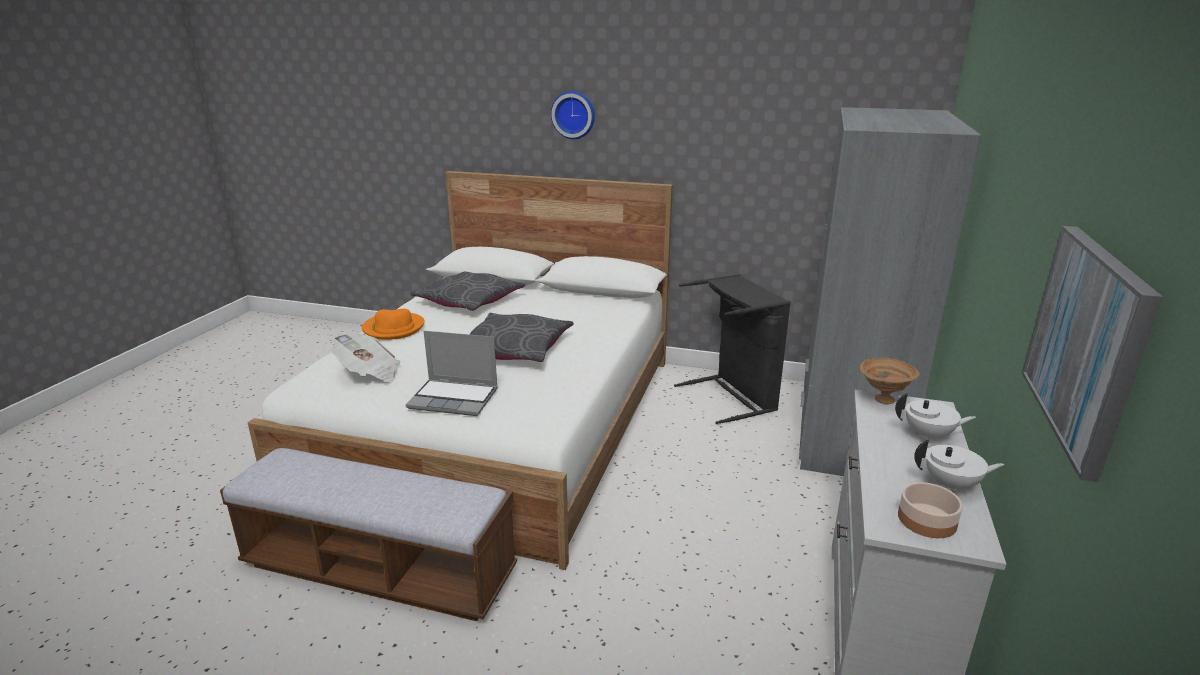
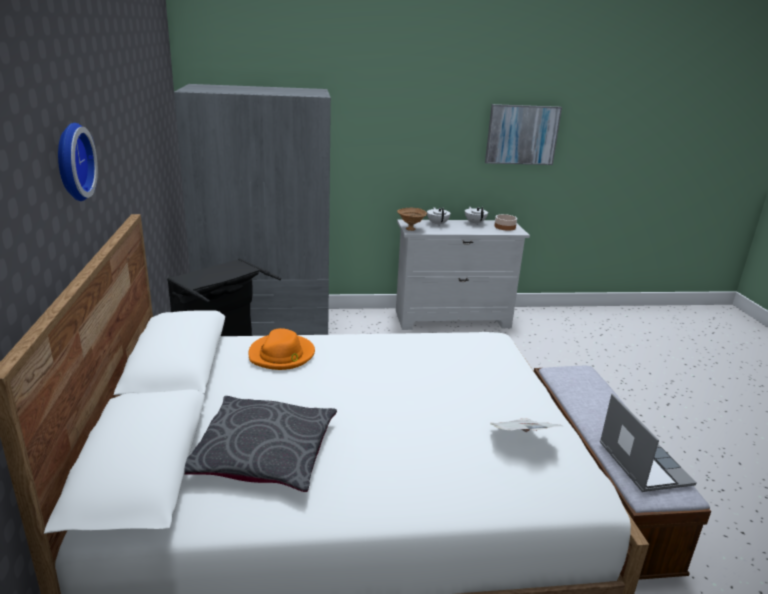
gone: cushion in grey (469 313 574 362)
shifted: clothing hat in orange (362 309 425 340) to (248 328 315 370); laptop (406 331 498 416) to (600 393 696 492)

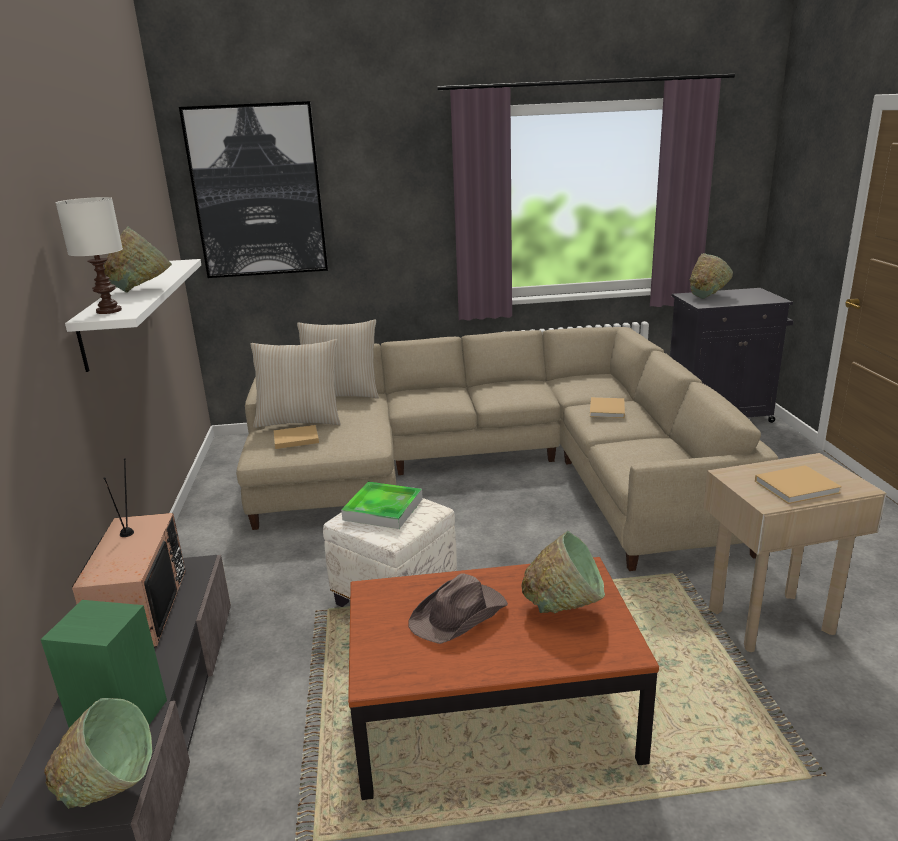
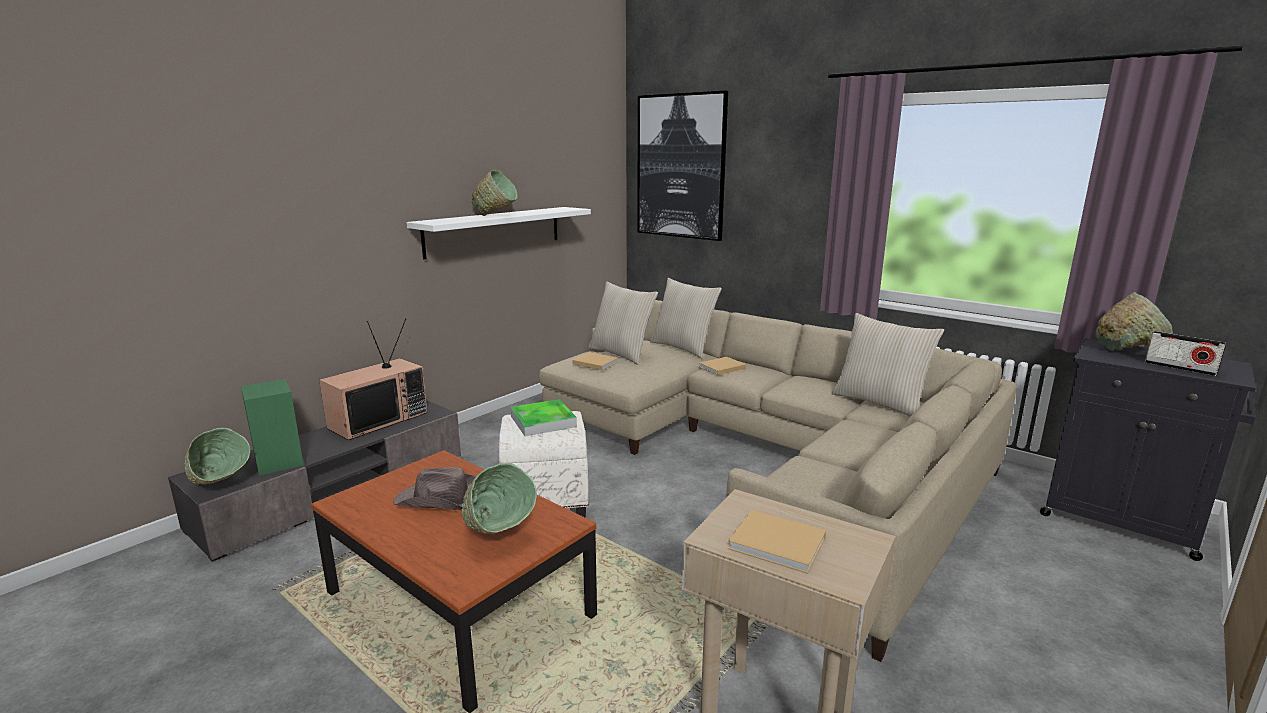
gone: lamp for a table in white-coloured (56 197 123 314)
new: cushion in beige-coloured (832 313 944 416); radio receiver (1145 331 1226 376)
shifted: volume in beige-coloured (590 397 625 418) to (699 357 746 375)

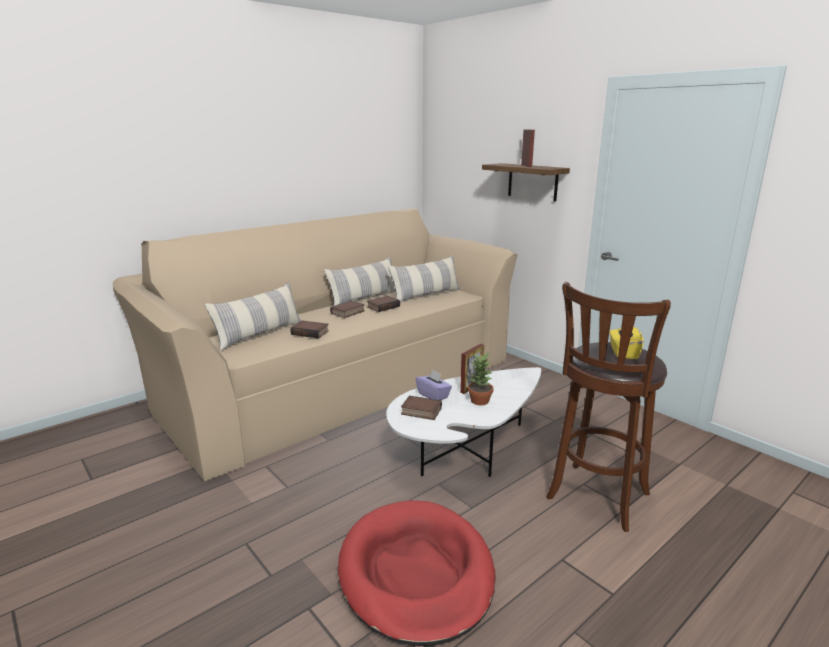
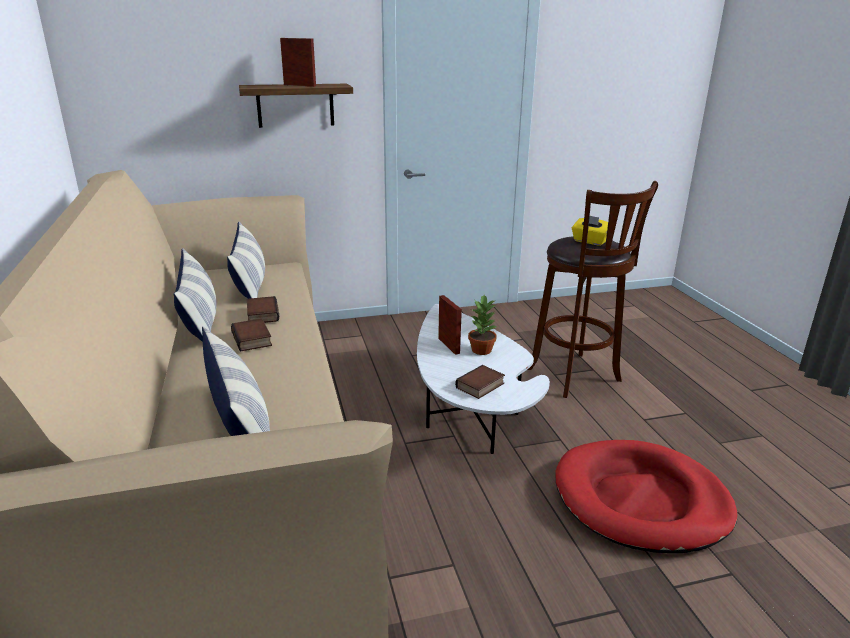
gone: volume (290 320 329 338); tissue holder in purple-coloured (416 370 452 400)

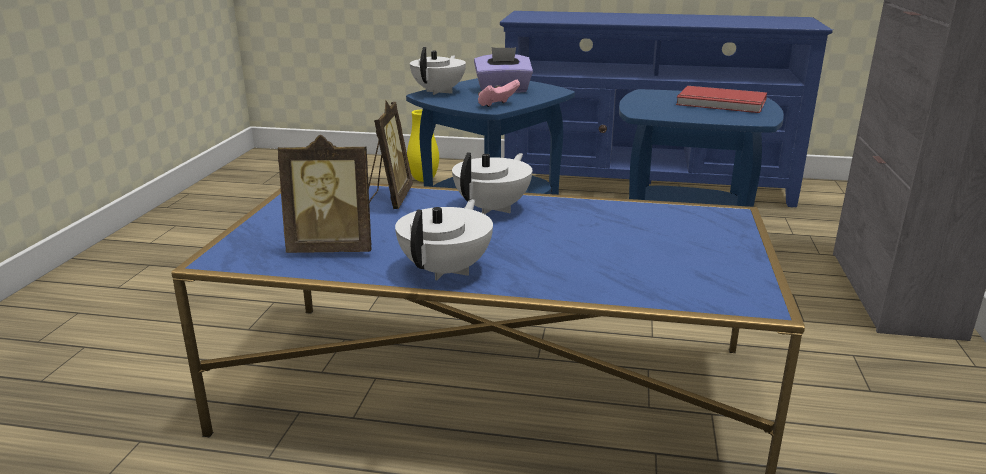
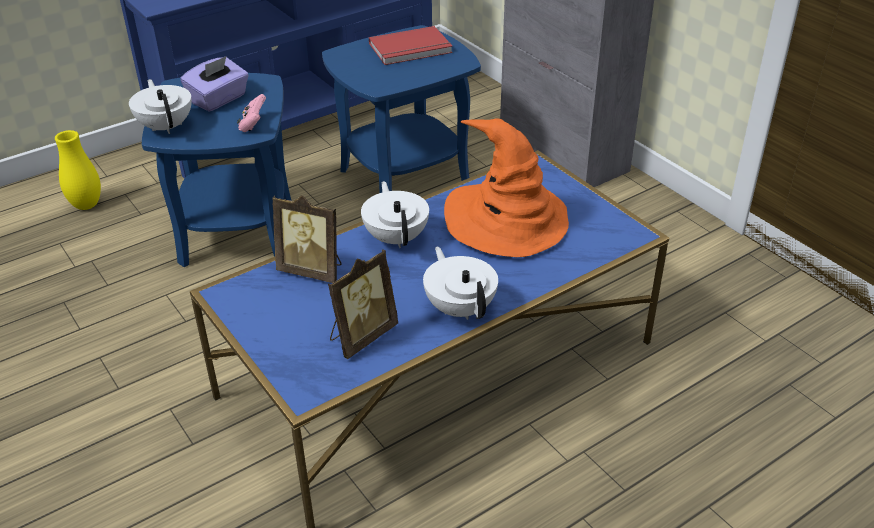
new: clothing hat in orange (444 118 569 257)
rotated: picture frame (369 100 413 209) = (273 195 342 283) 150 degrees clockwise

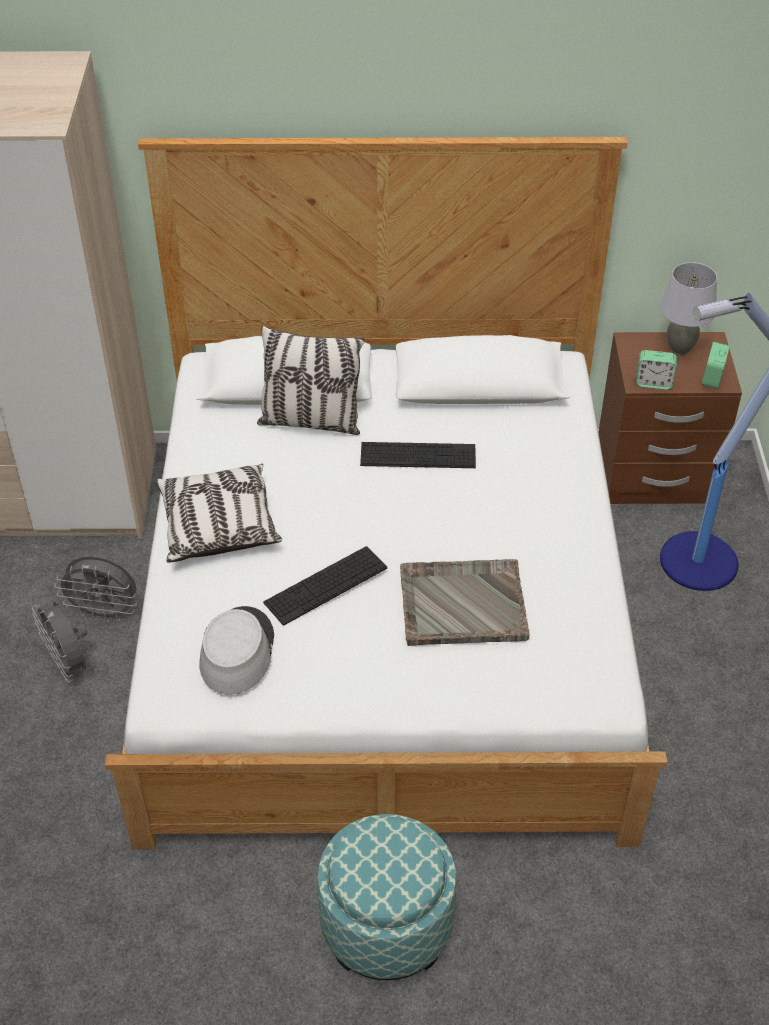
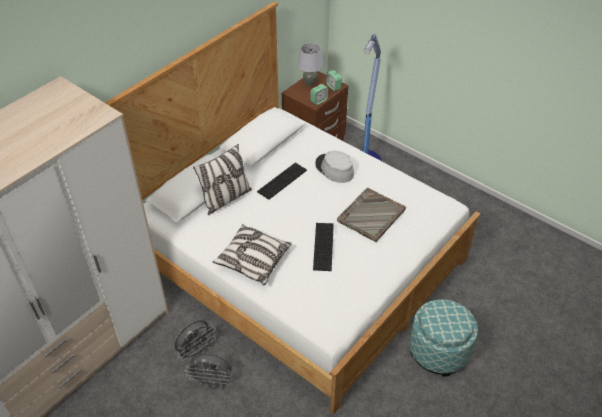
shifted: clothing hat in grey (200 606 274 695) to (315 151 354 183)

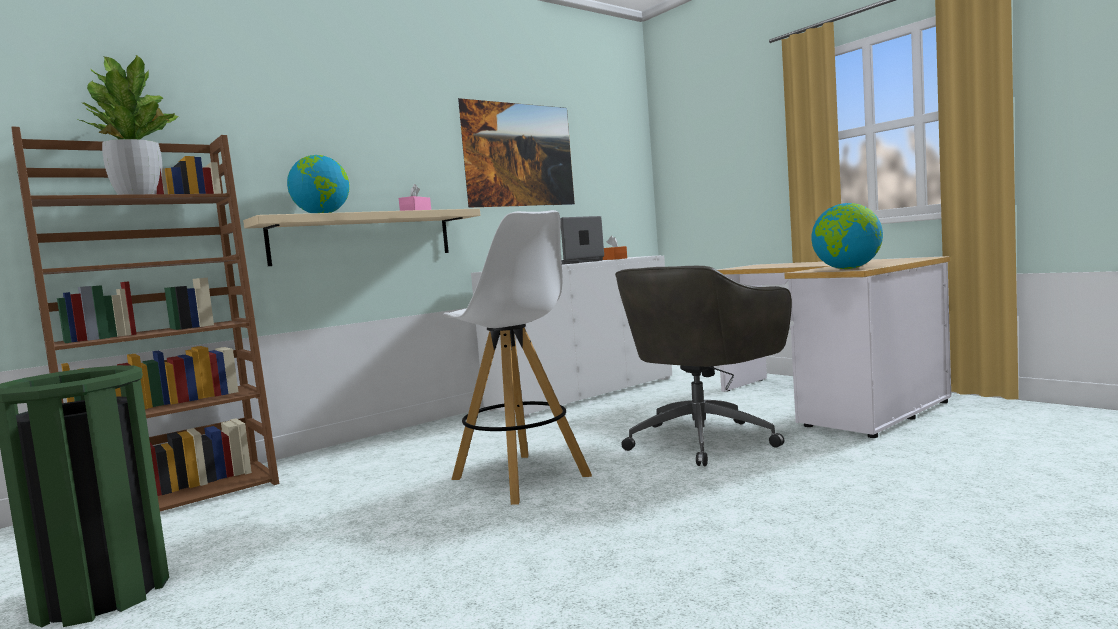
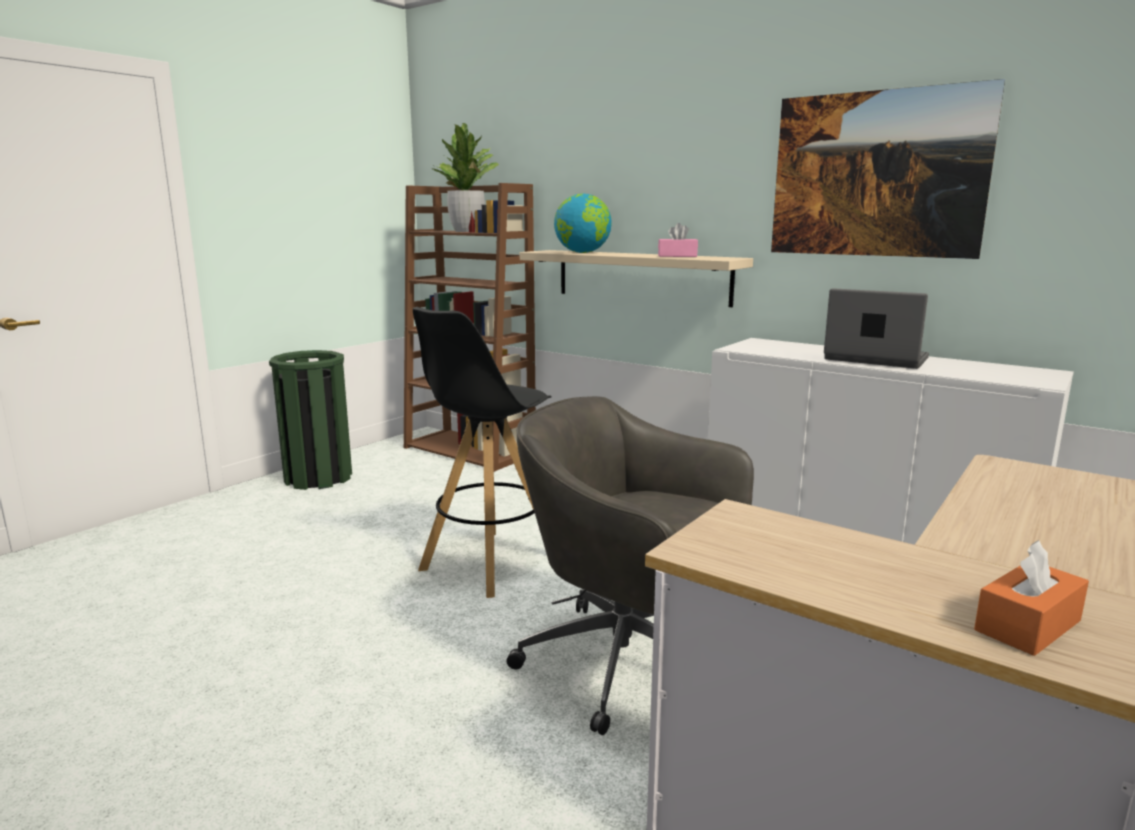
gone: desk globe (811 203 883 269)
shifted: tissue holder in orange (603 236 627 260) to (974 540 1089 656)
repainted: stool in white-coloured (443 210 592 505) to stool in black (413 307 552 598)

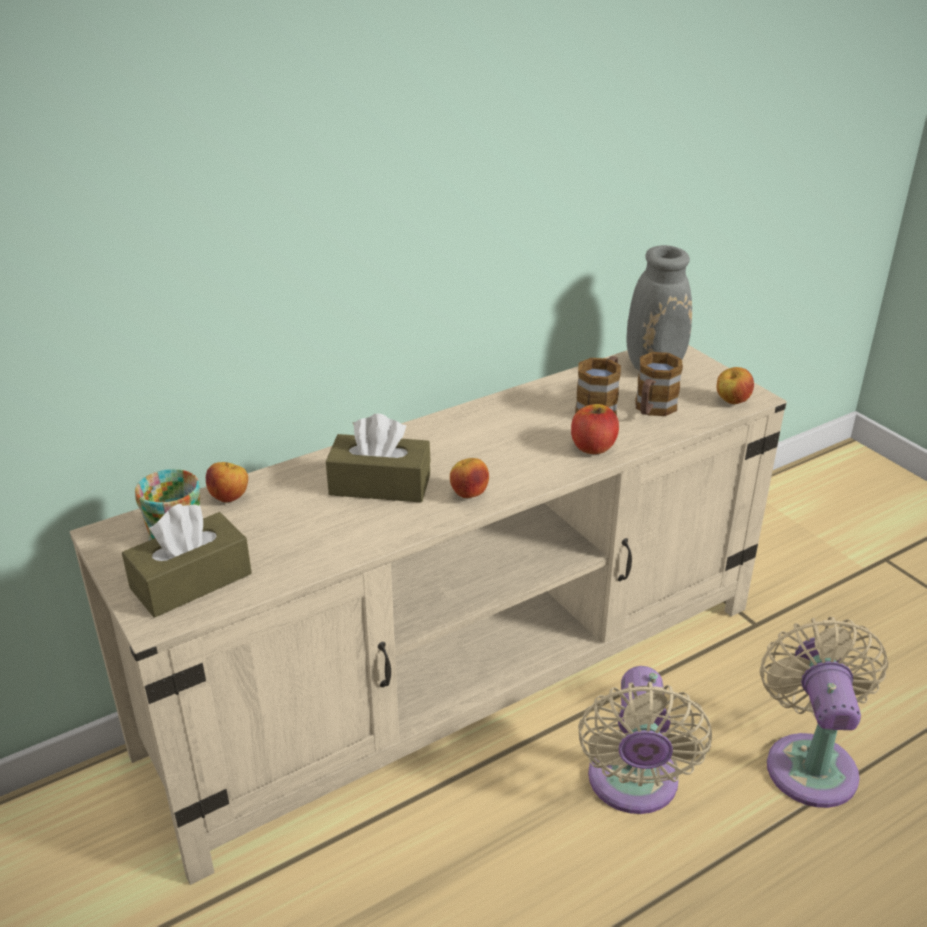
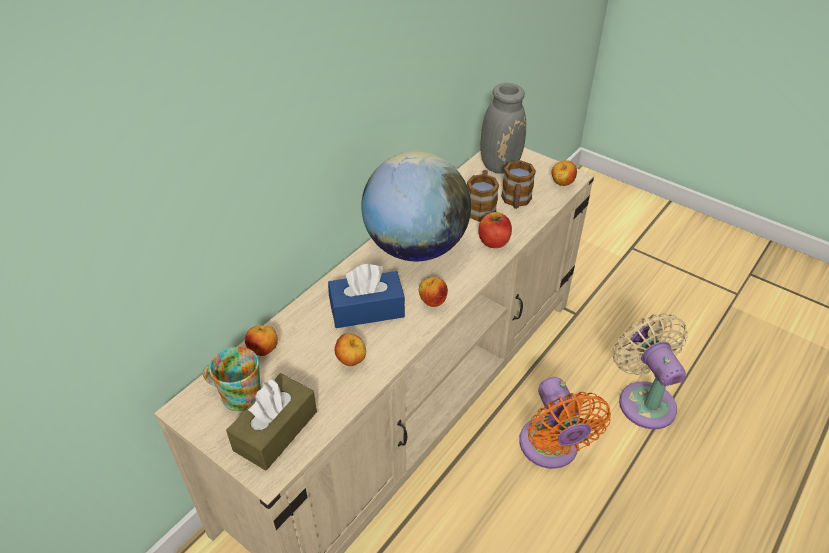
new: desk globe (361 151 471 261); whole apple (335 333 366 366)
repainted: tissue holder in brown-coloured (326 414 431 502) to tissue holder in blue (328 264 405 328); fan in beige-coloured (578 666 712 814) to fan in orange (519 377 611 469)

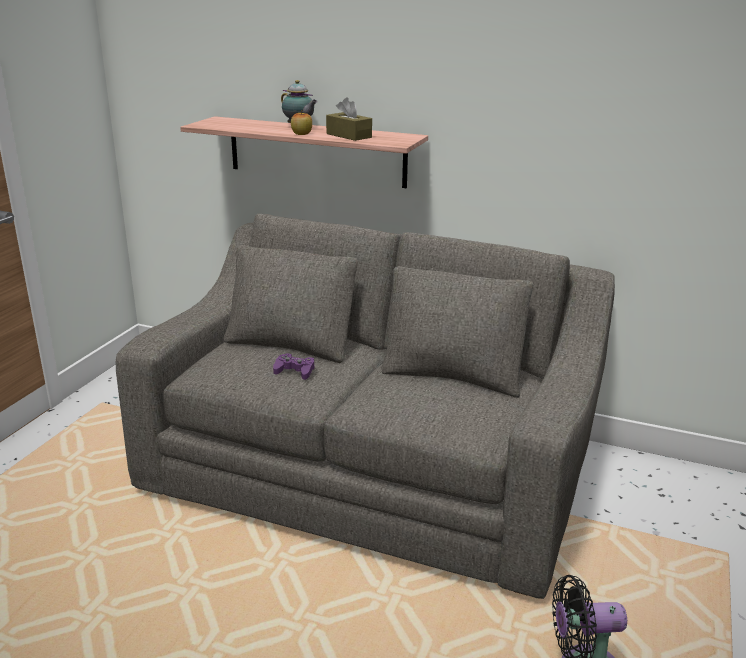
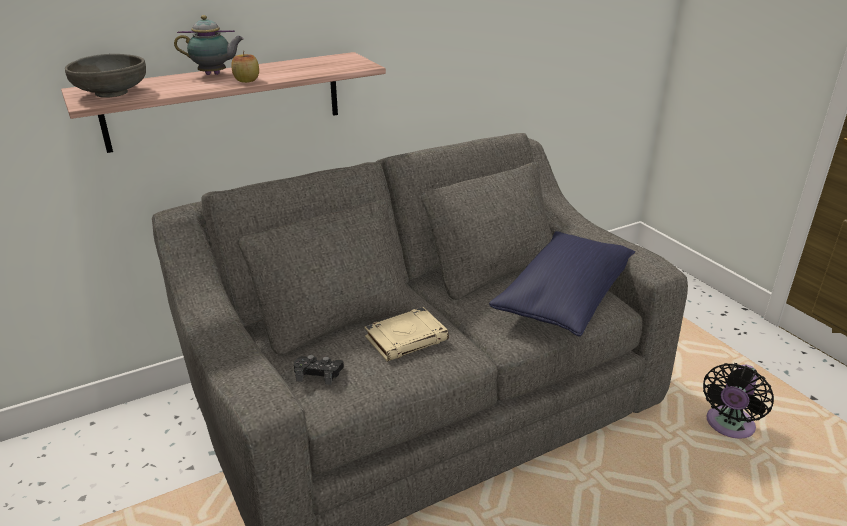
gone: tissue holder in brown-coloured (326 97 372 141)
new: deep dish in grey (65 54 146 98); cushion in blue (489 231 635 337); gamepad in black (294 355 344 385)
swapped: gamepad in purple-coloured (273 353 314 380) to volume in beige-coloured (364 307 449 362)

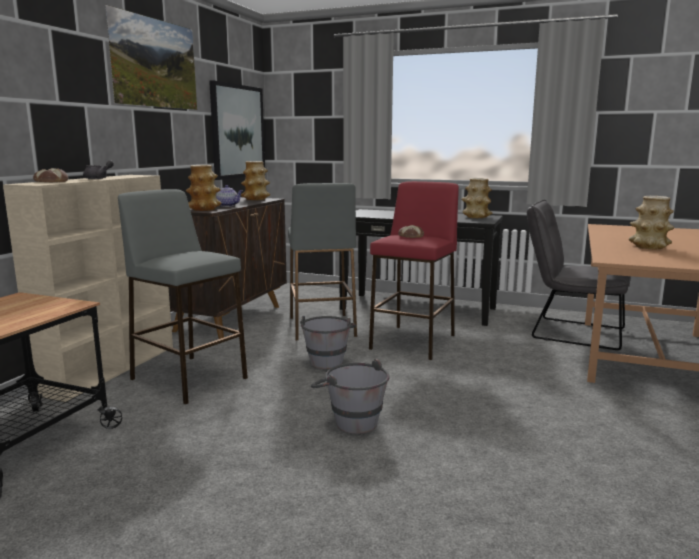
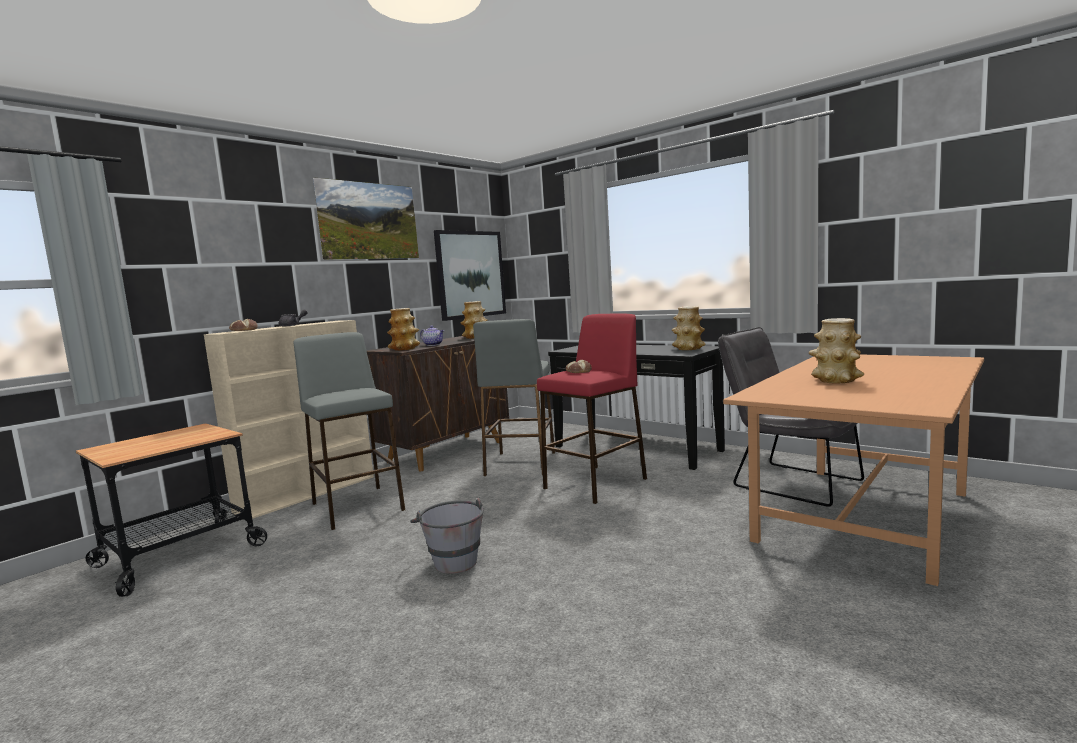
gone: water bucket in grey (300 316 356 369)

